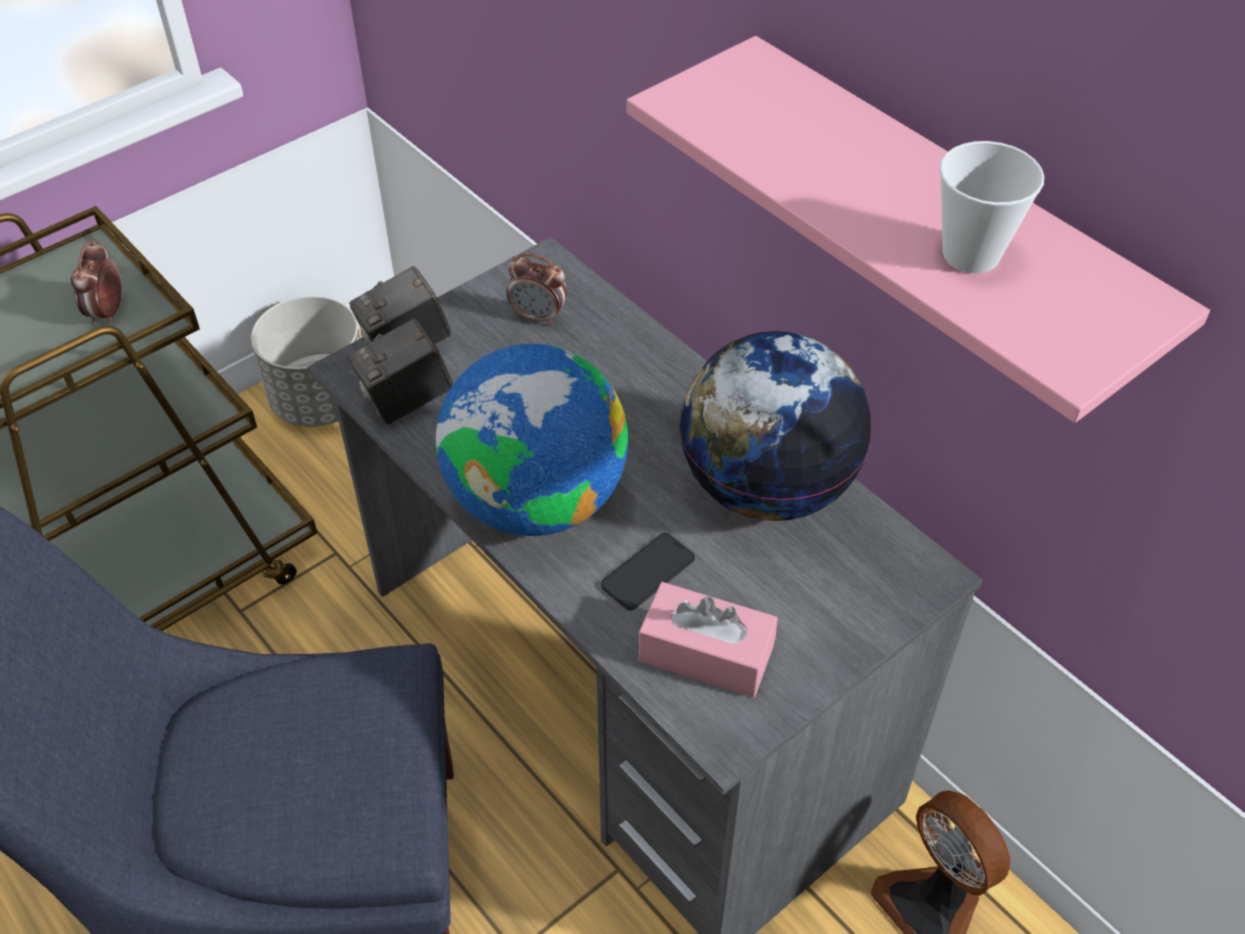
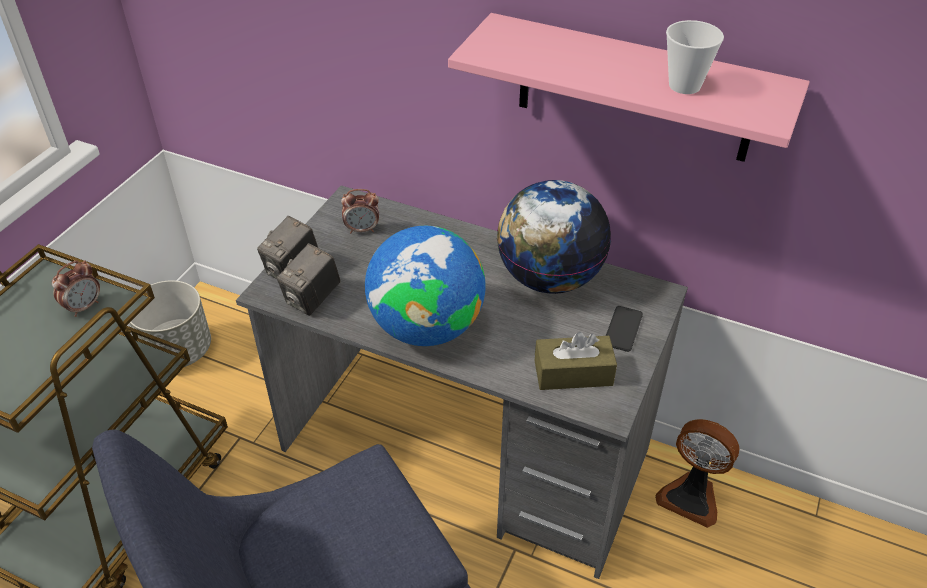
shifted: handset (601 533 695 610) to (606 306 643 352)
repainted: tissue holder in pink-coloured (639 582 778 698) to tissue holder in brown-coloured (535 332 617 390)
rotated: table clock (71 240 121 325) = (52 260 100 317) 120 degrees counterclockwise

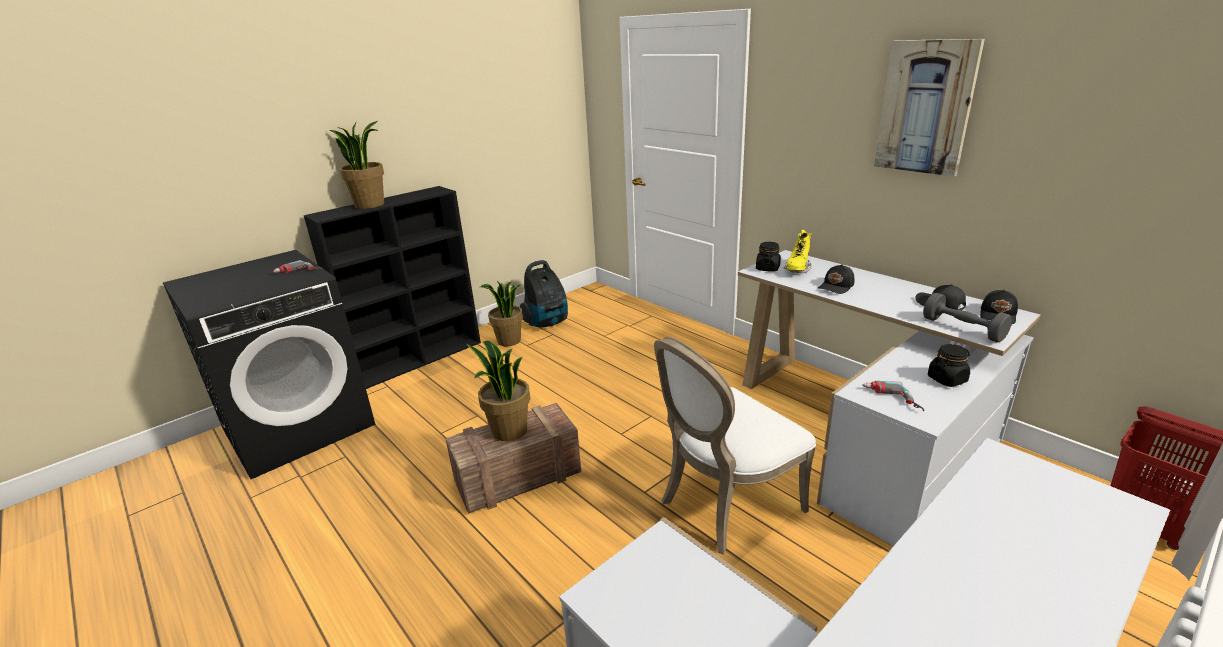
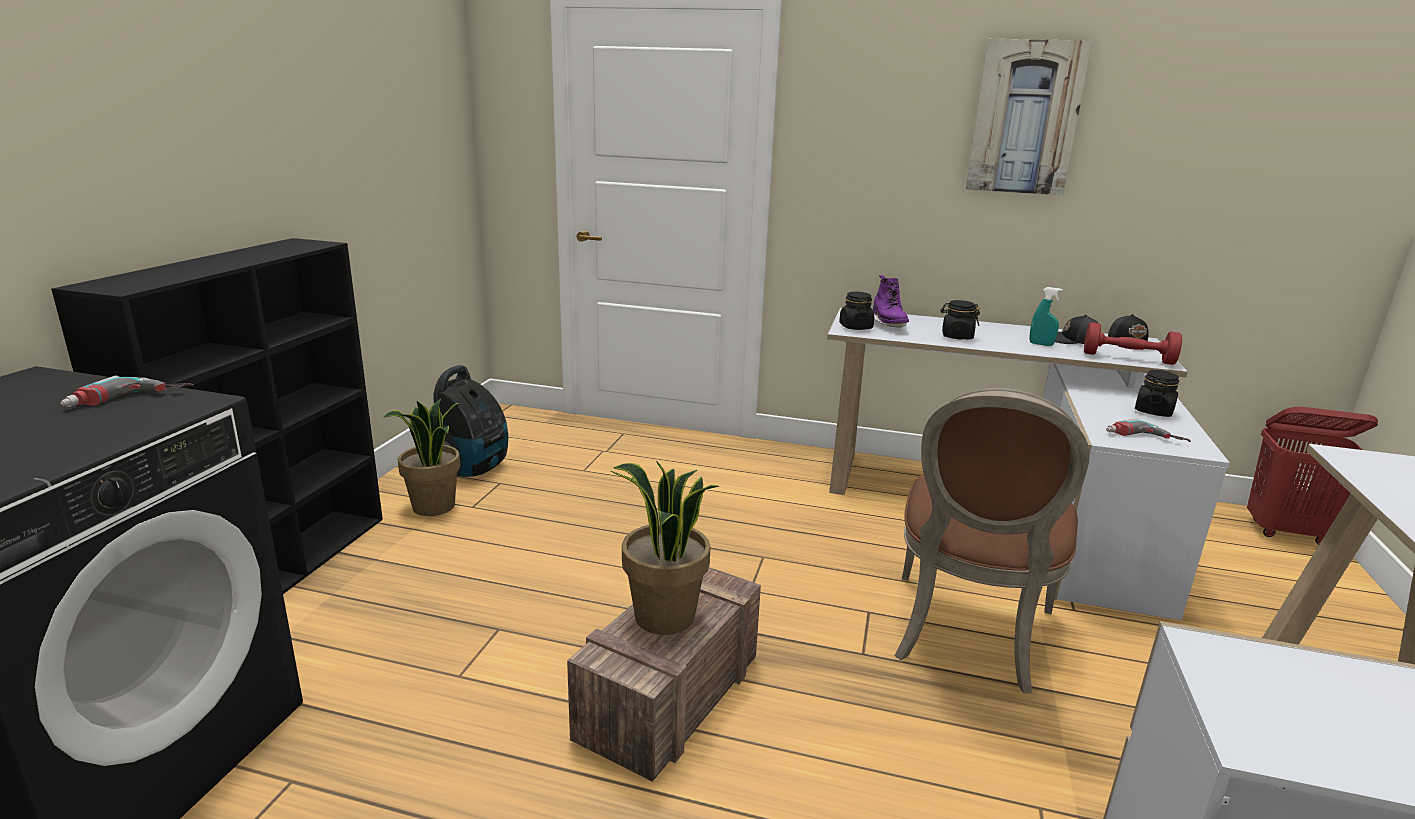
gone: plant in a pot (330 121 384 209)
new: hand sprayer in turquoise-coloured (1030 287 1063 346)
swapped: cap in black (818 264 855 294) to jar in black (941 300 980 339)
repainted: tall boot in yellowish (784 230 812 273) to tall boot in purple-coloured (873 275 909 327); hand weight in grey (923 293 1012 343) to hand weight in red-coloured (1084 322 1182 365); upright chair in white-coloured (654 337 816 555) to upright chair in brown-coloured (895 388 1090 693)

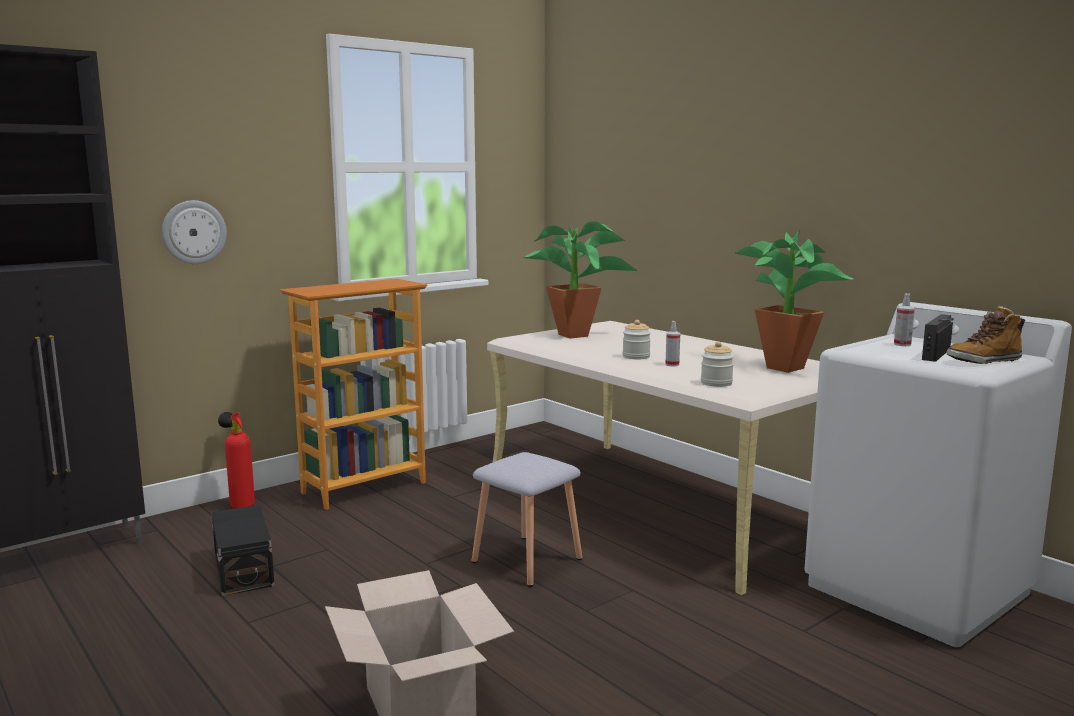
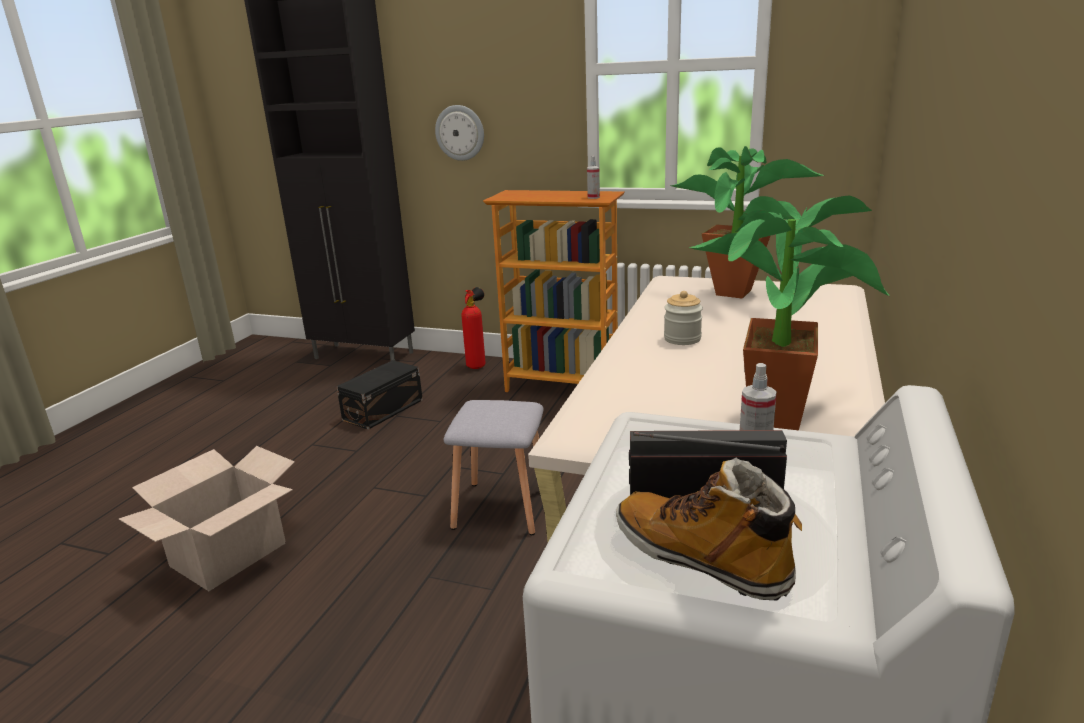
gone: jar (701 341 734 387)
shifted: hand sprayer (665 321 680 366) to (587 156 600 199)

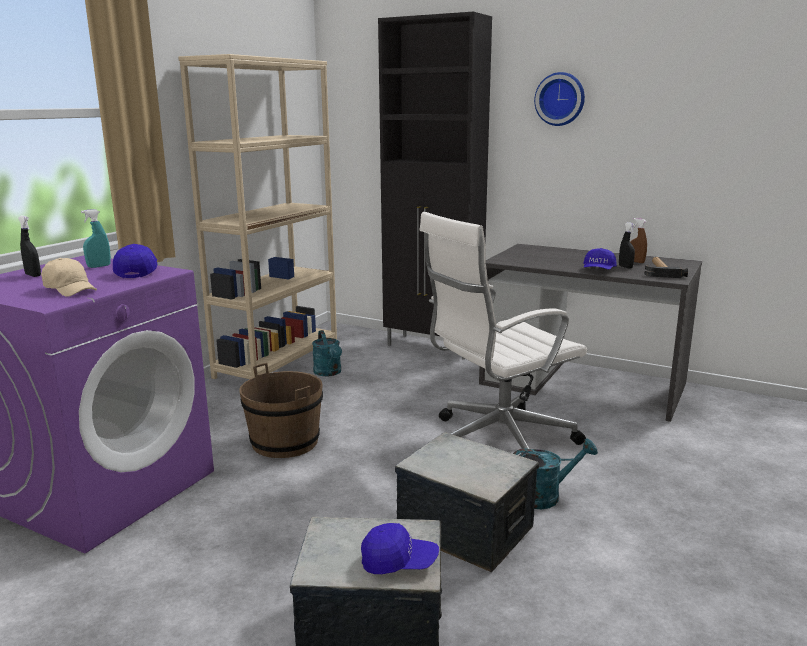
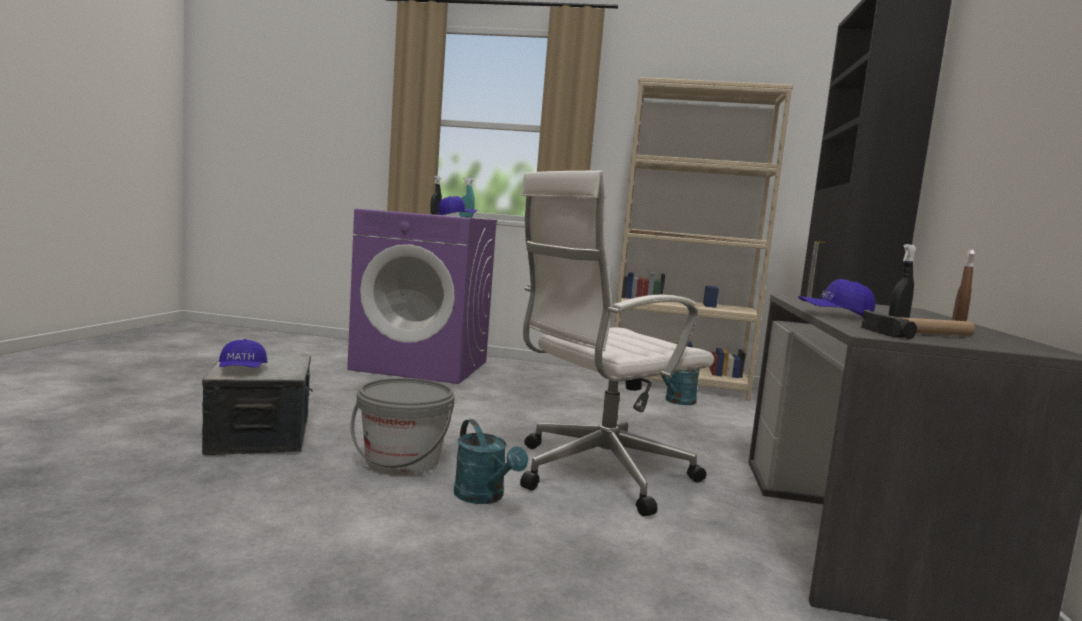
gone: wall clock (534 72 585 126); cap in beige-coloured (41 258 97 296); water bucket in brown-coloured (239 363 323 458)
swapped: storage container (395 432 539 573) to water bucket in grey (351 378 455 475)
rotated: desk chair in white-coloured (419 212 587 449) = (520 170 714 516) 75 degrees counterclockwise

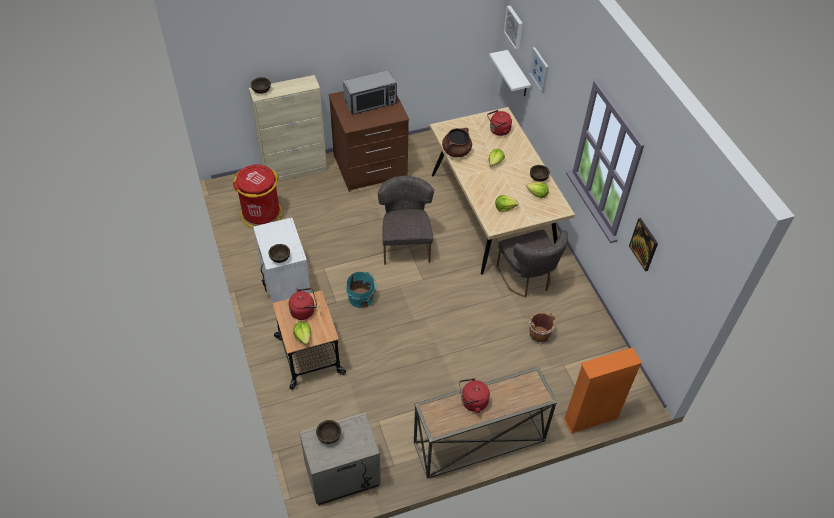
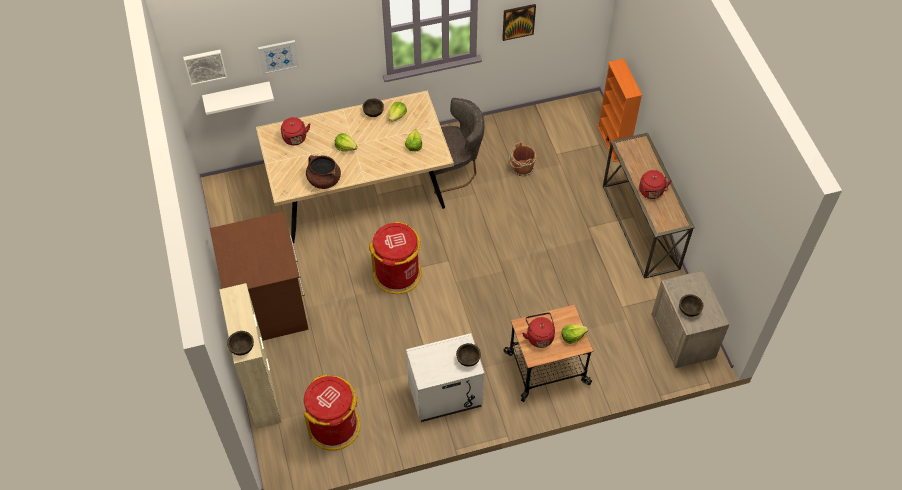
gone: microwave oven (343 70 397 115); water bucket in turquoise-coloured (346 272 377 308)
swapped: upright chair in grey (378 175 434 265) to trash can in red-coloured (369 222 422 294)

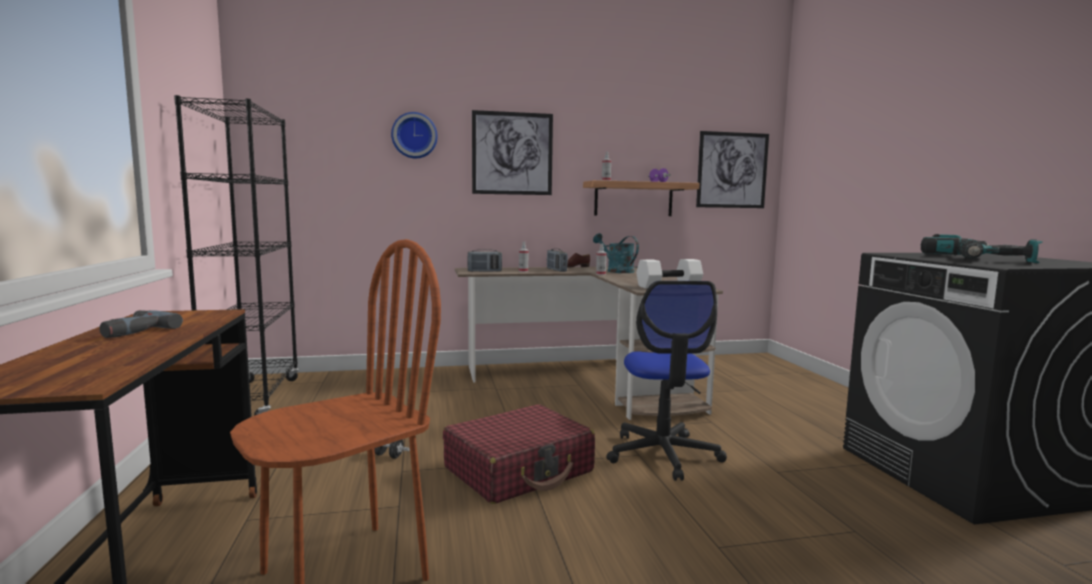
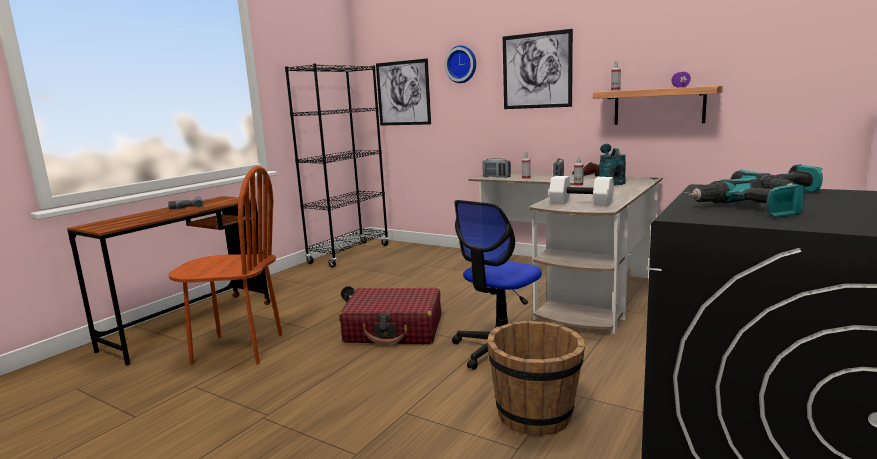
new: water bucket in brown-coloured (487 320 585 435)
shifted: wall picture (696 131 769 208) to (376 59 431 126)

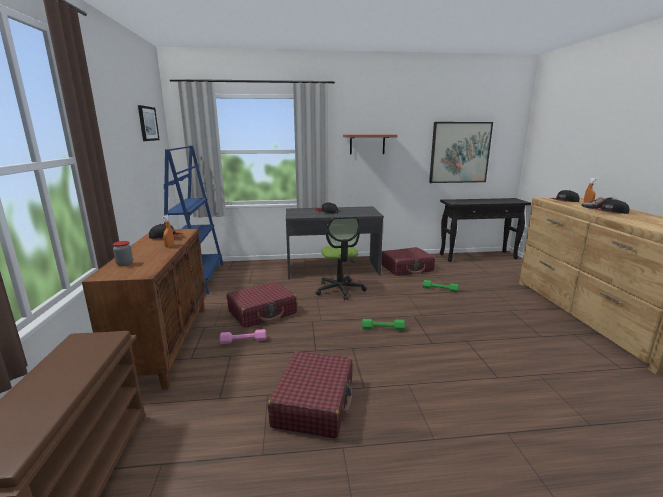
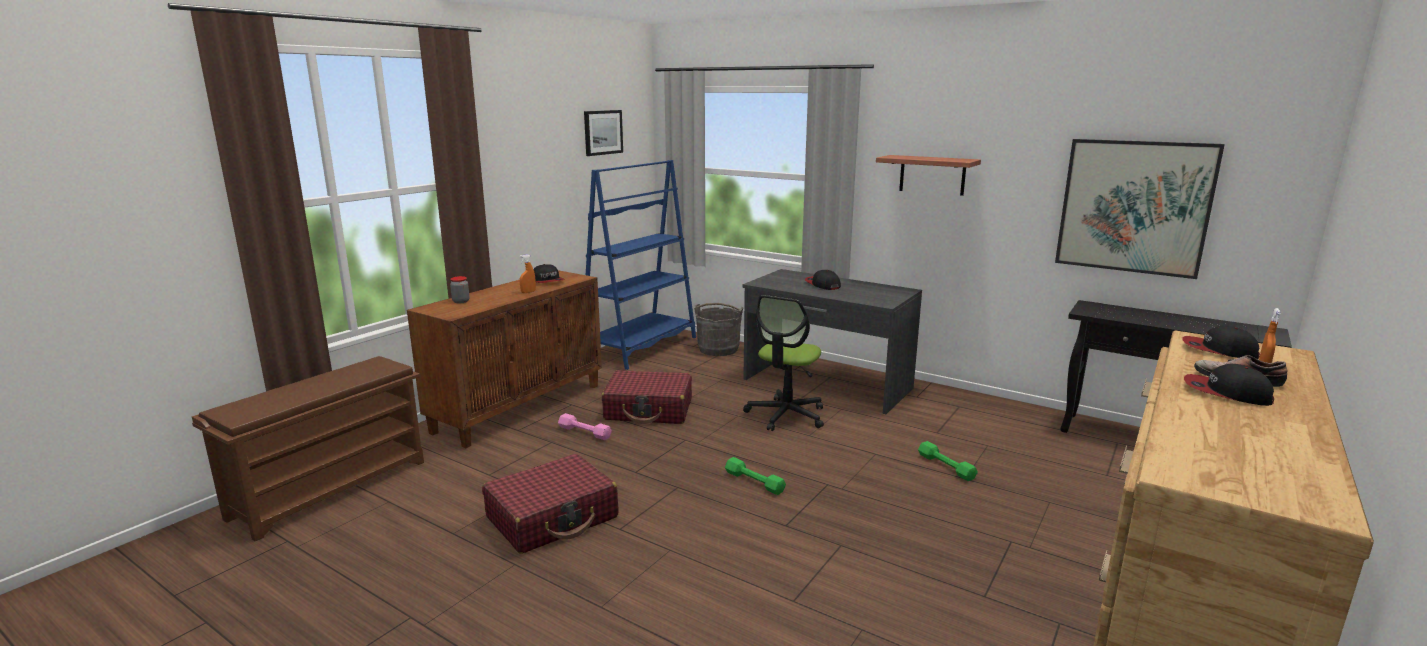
gone: travel case in red-coloured (381 247 435 276)
new: water bucket in grey (694 303 743 356)

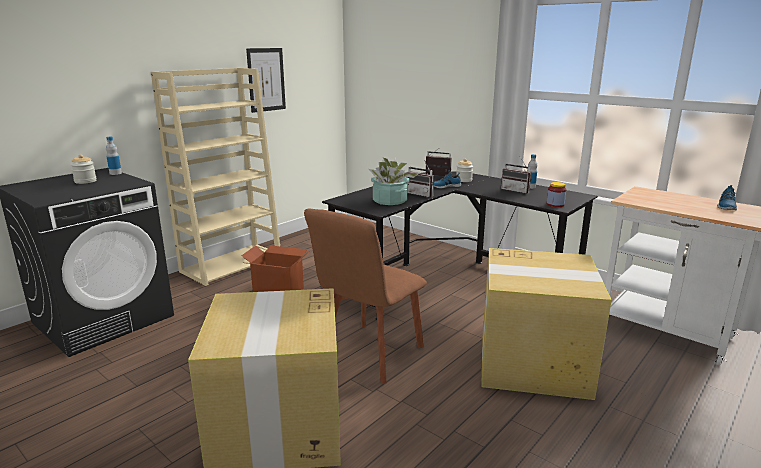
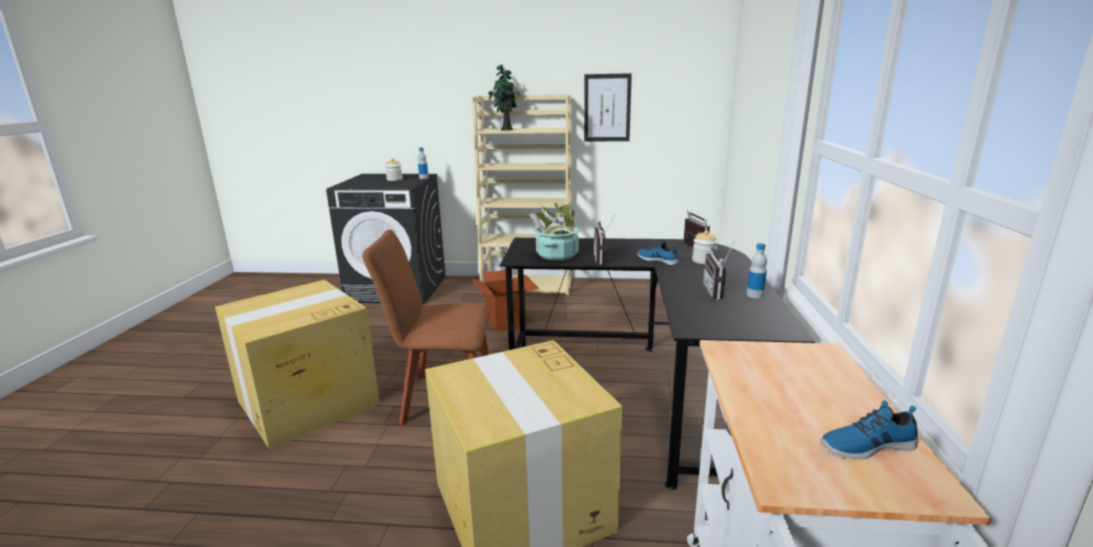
gone: jar (547 182 566 208)
new: plant in a pot (488 65 521 131)

